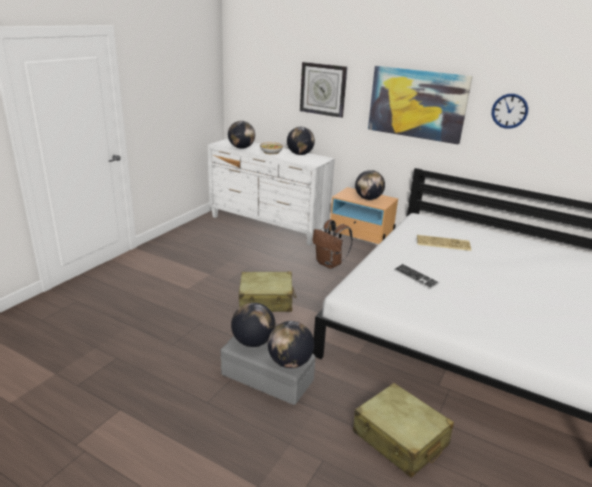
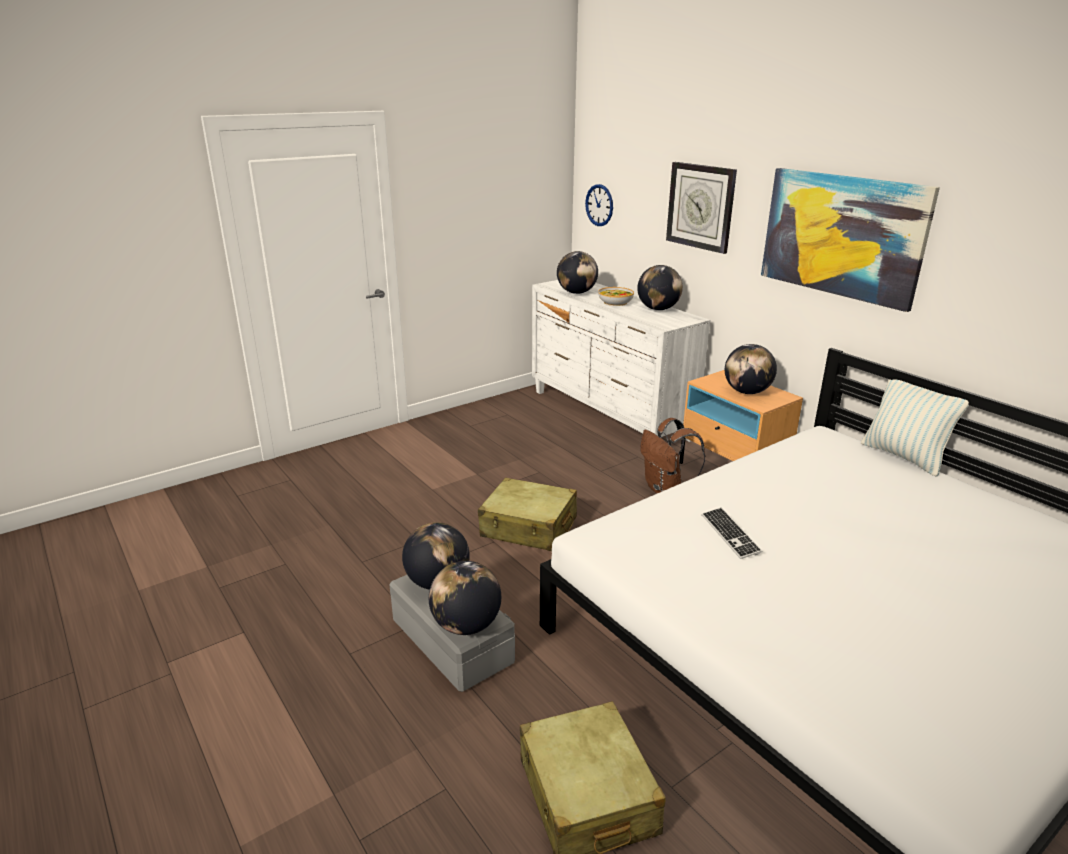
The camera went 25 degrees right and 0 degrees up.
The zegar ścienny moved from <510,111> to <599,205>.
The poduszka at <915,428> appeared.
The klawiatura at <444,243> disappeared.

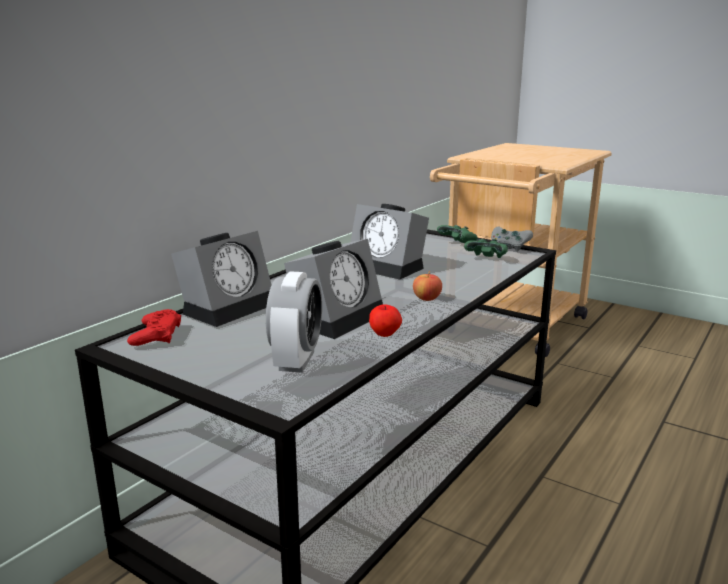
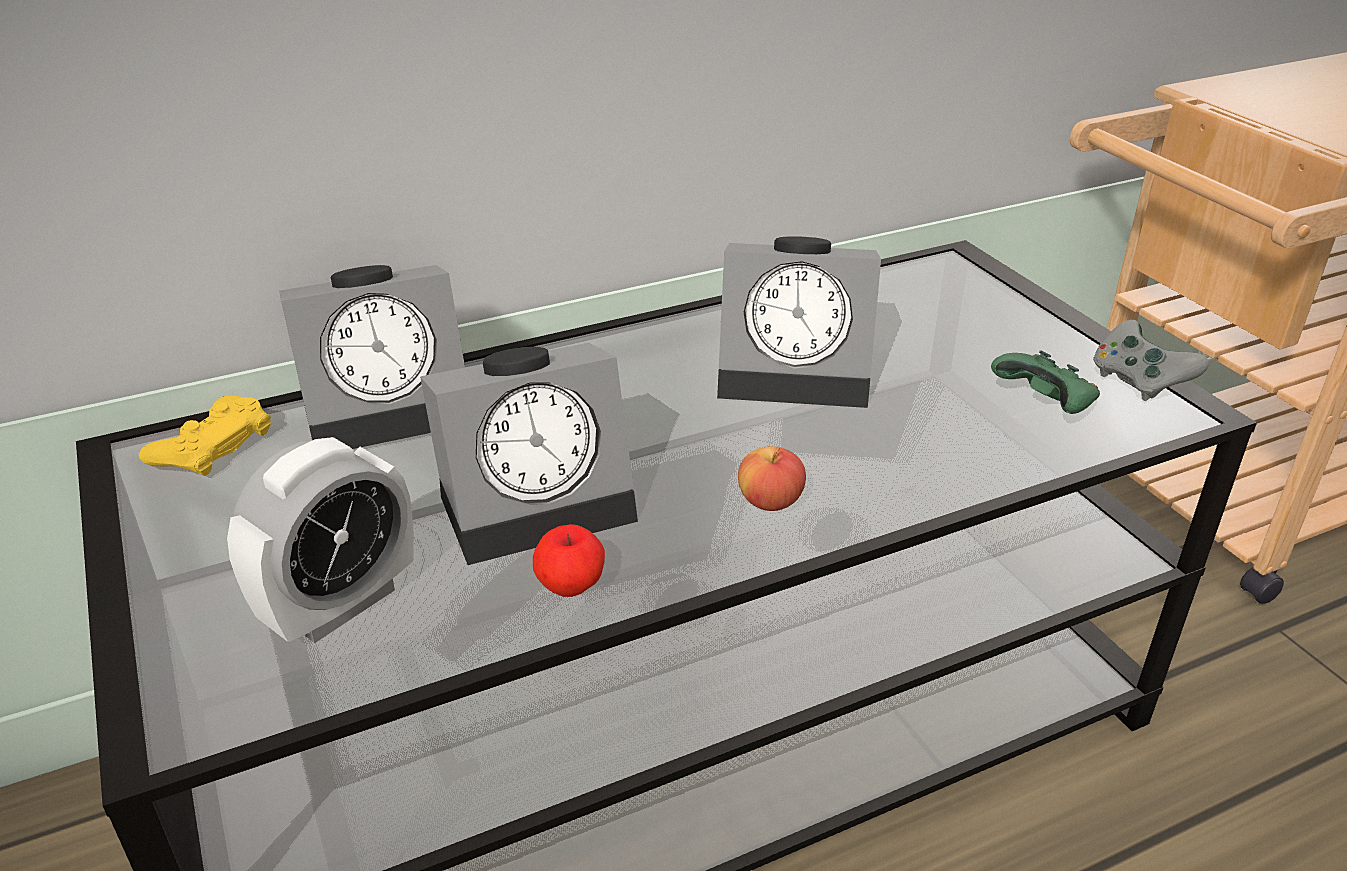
The camera went 30 degrees right and 15 degrees up.
The pad do gier [czerwony] at <154,327> became the pad do gier [żółty] at <205,435>.
The budzik at <390,242> turned 60 degrees counterclockwise.
The pad do gier [zielony] at <457,234> disappeared.

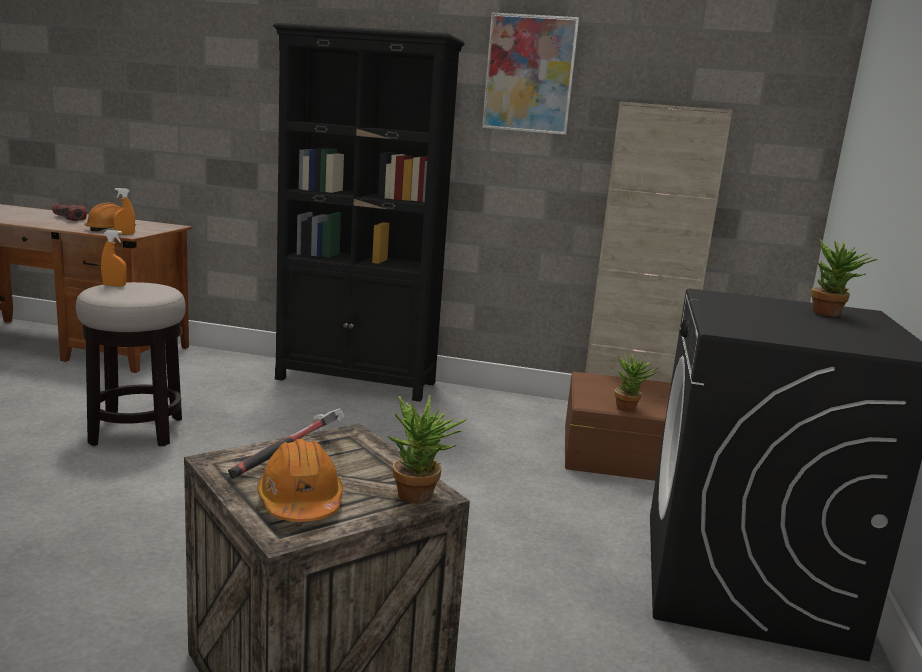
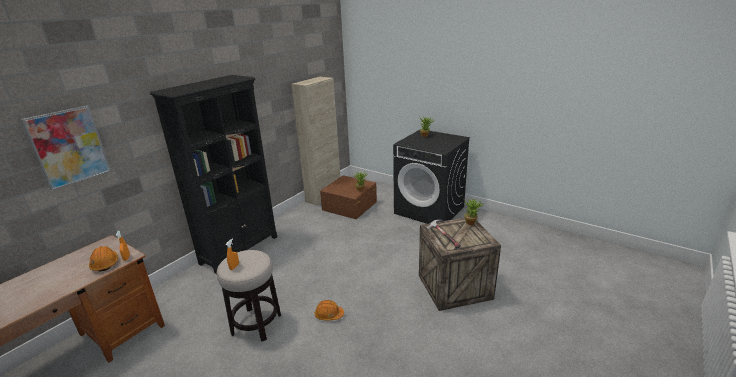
The camera went 65 degrees left and 10 degrees up.
The obraz moved from <530,74> to <66,148>.
The kask [pomarańczowy] moved from <300,480> to <329,310>.
The latarka at <69,212> disappeared.

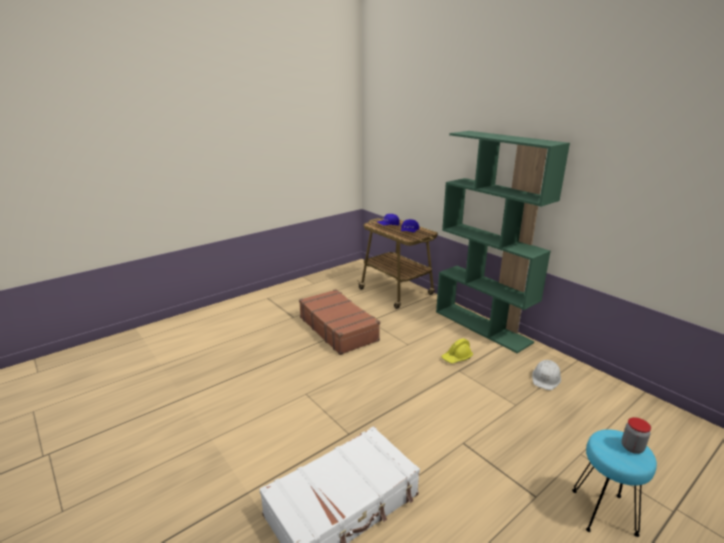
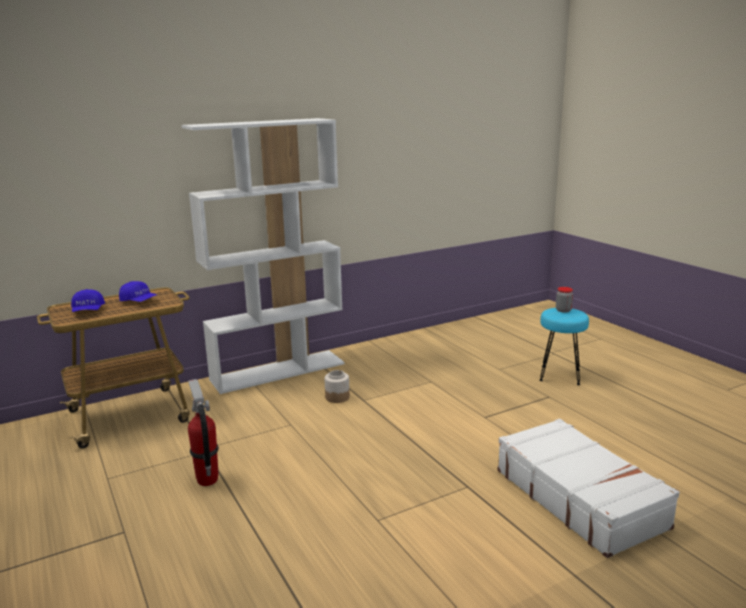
The camera went 80 degrees left and 5 degrees down.
The regał [zielony] at <503,242> became the regał [biały] at <262,256>.
The walizka [brązowy] at <339,322> was replaced by the gaśnica at <203,432>.
The kask [żółty] at <457,350> was replaced by the słoik at <337,386>.
The kask [biały] at <546,375> disappeared.

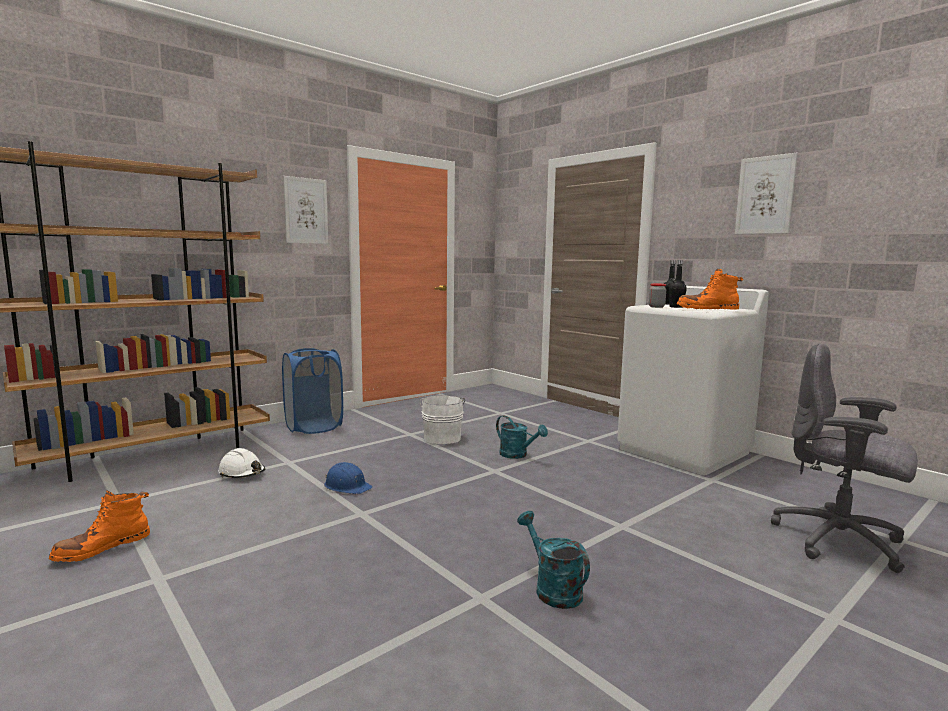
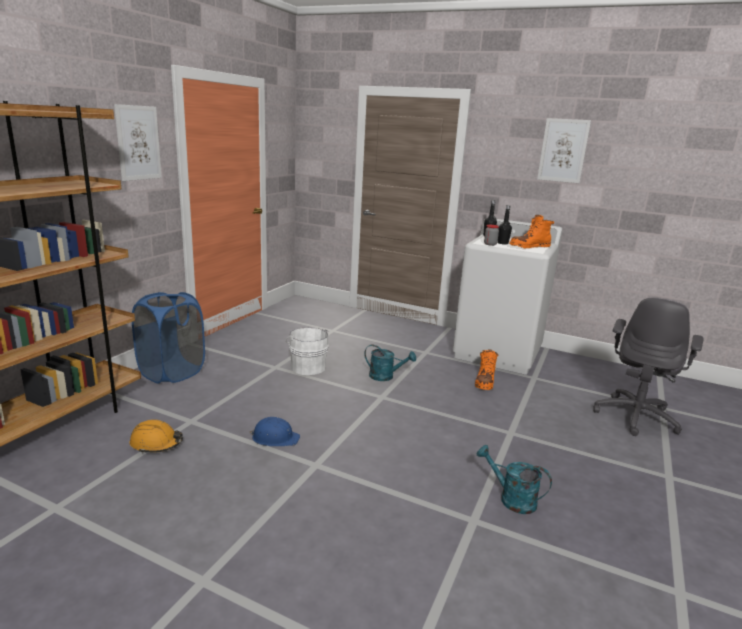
The camera went 25 degrees left and 10 degrees up.
The kask [biały] at <241,463> became the kask [pomarańczowy] at <156,437>.
The but z cholewką [pomarańczowy] moved from <99,526> to <486,369>.
The krzesło biurowe [szary] at <844,458> turned 75 degrees counterclockwise.

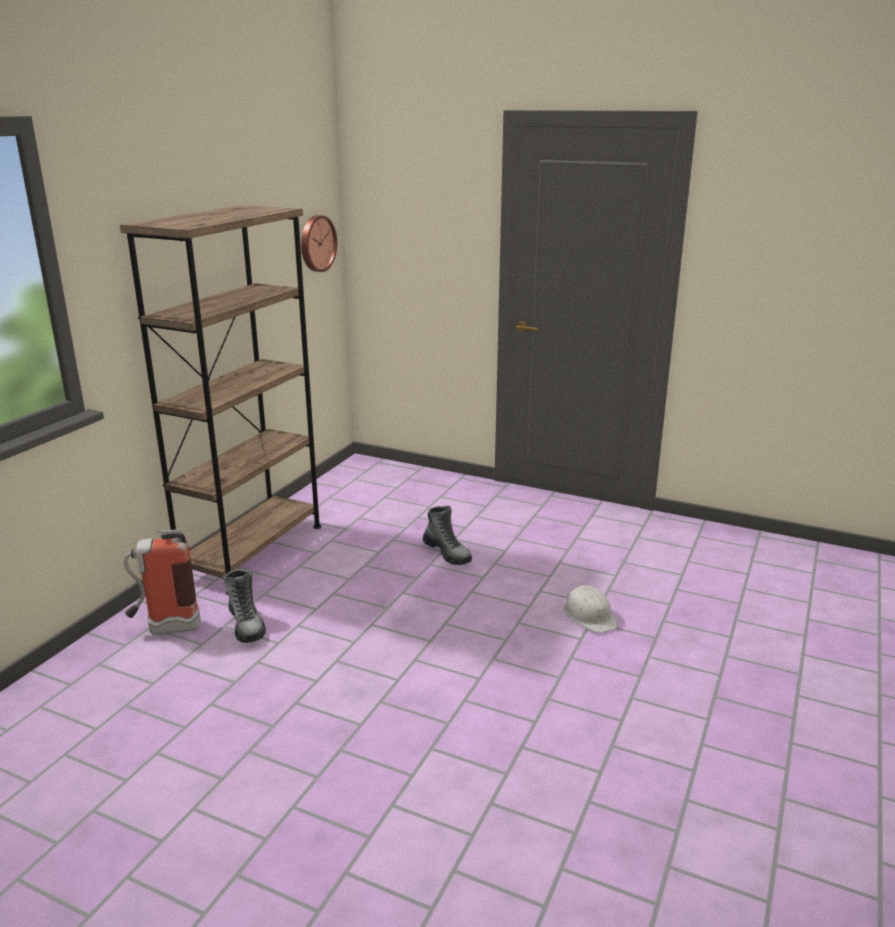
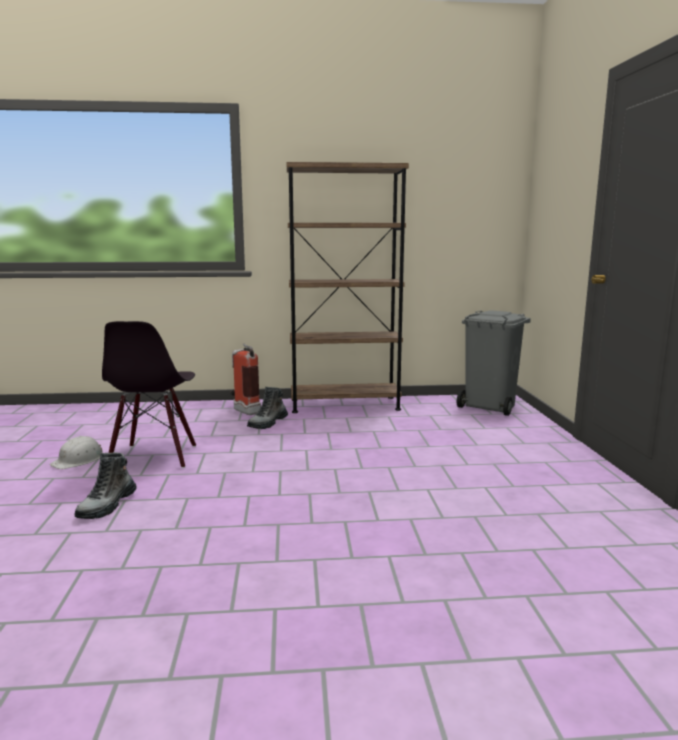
The camera went 60 degrees right and 10 degrees down.
The kask [biały] moved from <590,609> to <76,452>.
The but z cholewką moved from <447,535> to <105,485>.
The krzesło [czarny] at <149,394> appeared.
The kosz na śmieci [szary] at <494,363> appeared.
The zegar ścienny at <319,243> disappeared.

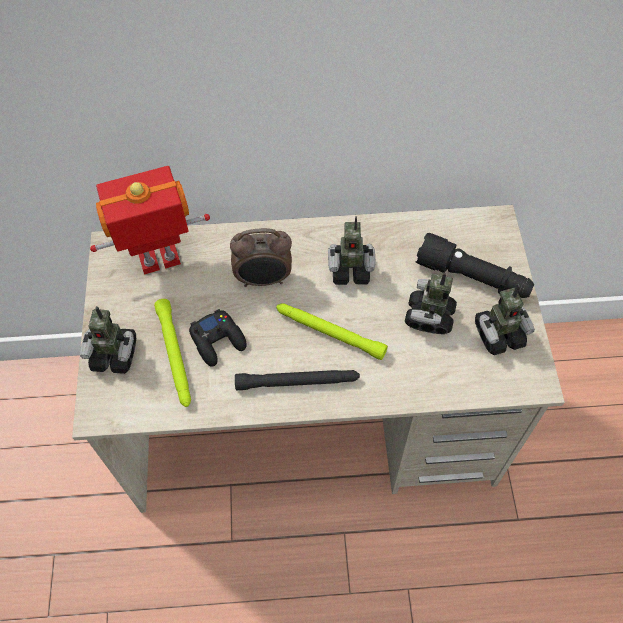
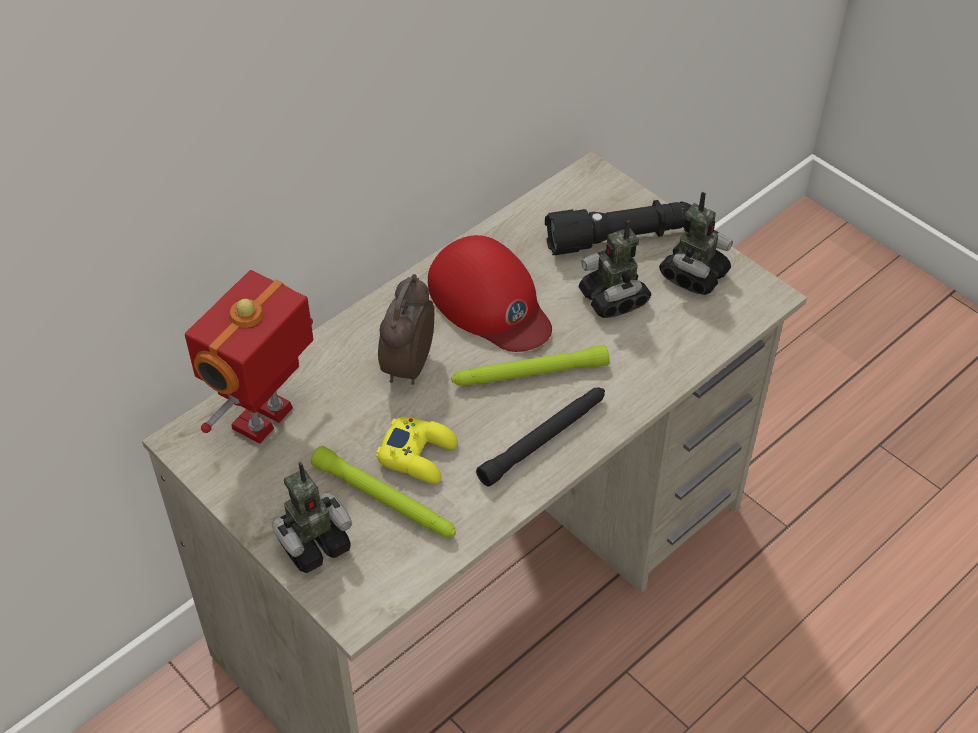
The camera went 40 degrees left and 10 degrees down.
The pad do gier [czarny] at <218,338> became the pad do gier [żółty] at <417,450>.
The budzik at <261,257> turned 150 degrees clockwise.
The robot zabawkowy at <352,250> was replaced by the czapka z daszkiem [czerwony] at <490,293>.

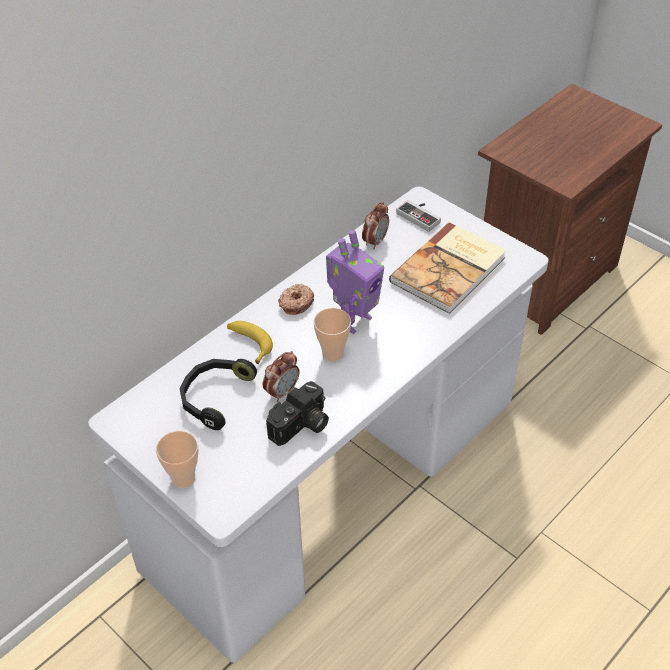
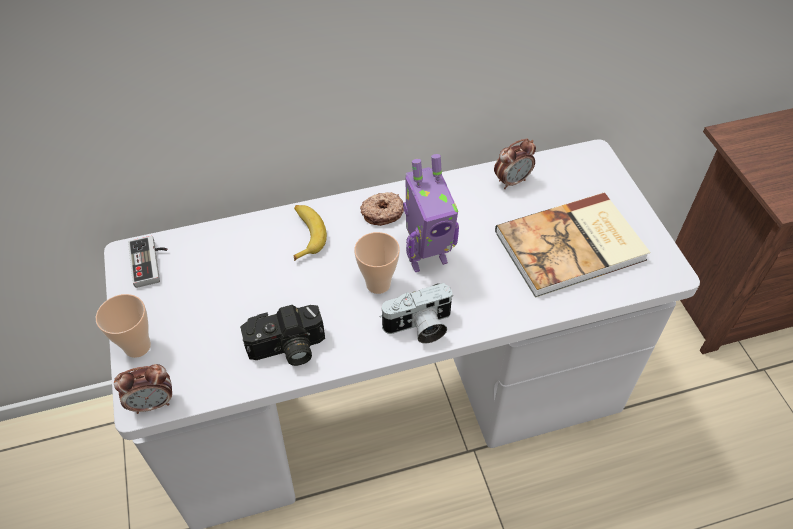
The camera went 30 degrees right and 5 degrees up.
The budzik moved from <281,376> to <143,389>.
The pad do gier moved from <418,216> to <147,262>.
The aparat fotograficzny at <416,313> appeared.
The słuchawki [czarny] at <218,394> disappeared.

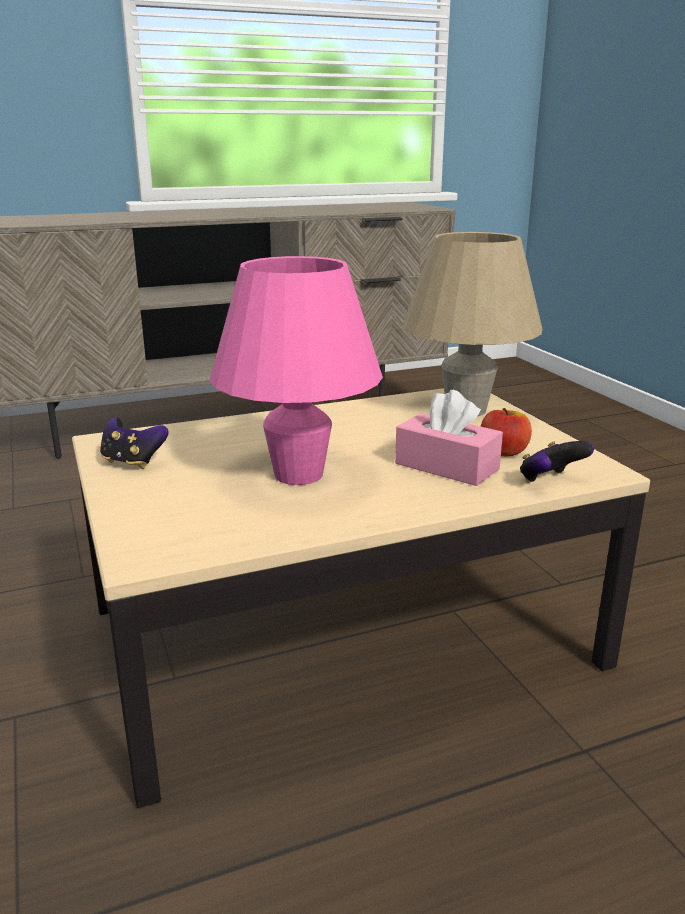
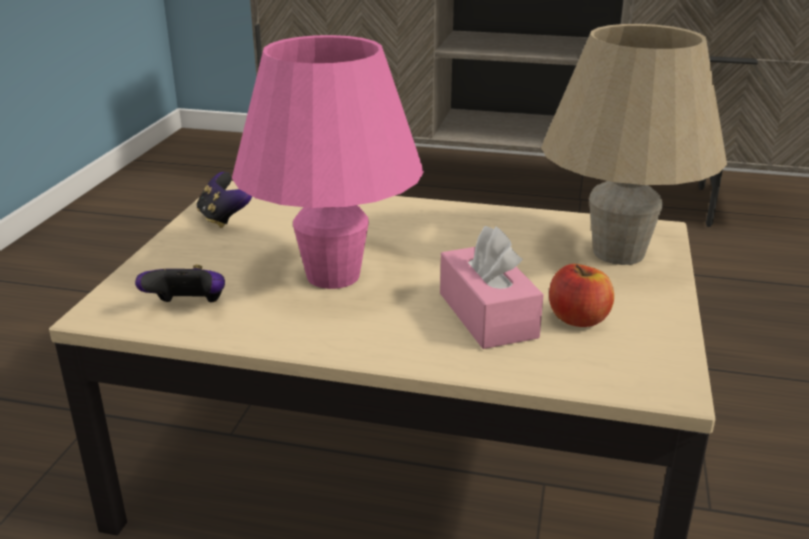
The camera went 35 degrees right and 5 degrees up.
The pad do gier moved from <557,462> to <180,283>.

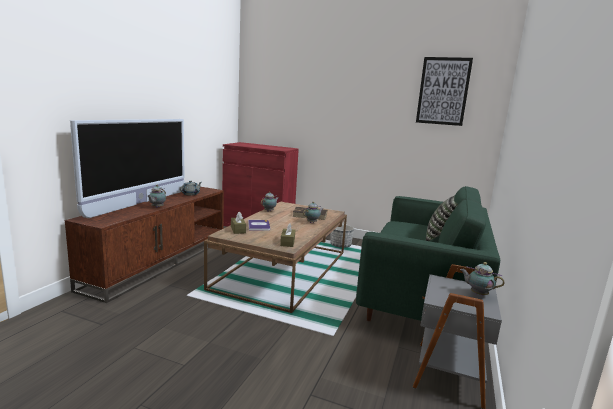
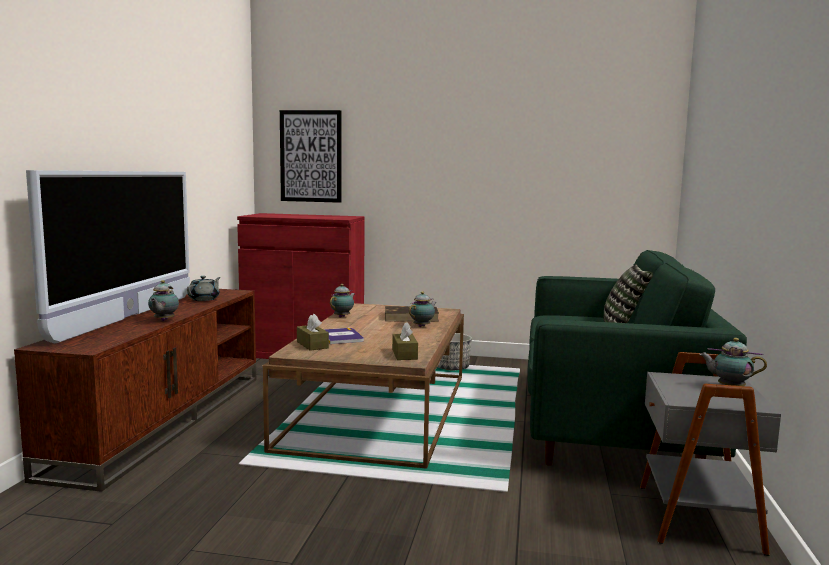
The camera went 10 degrees left and 5 degrees down.
The obraz moved from <444,91> to <310,156>.

